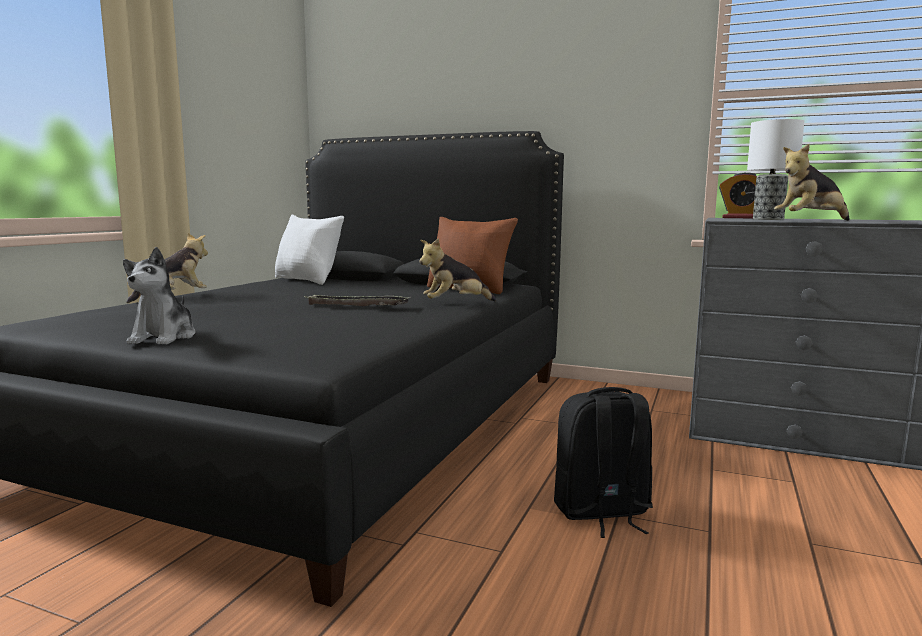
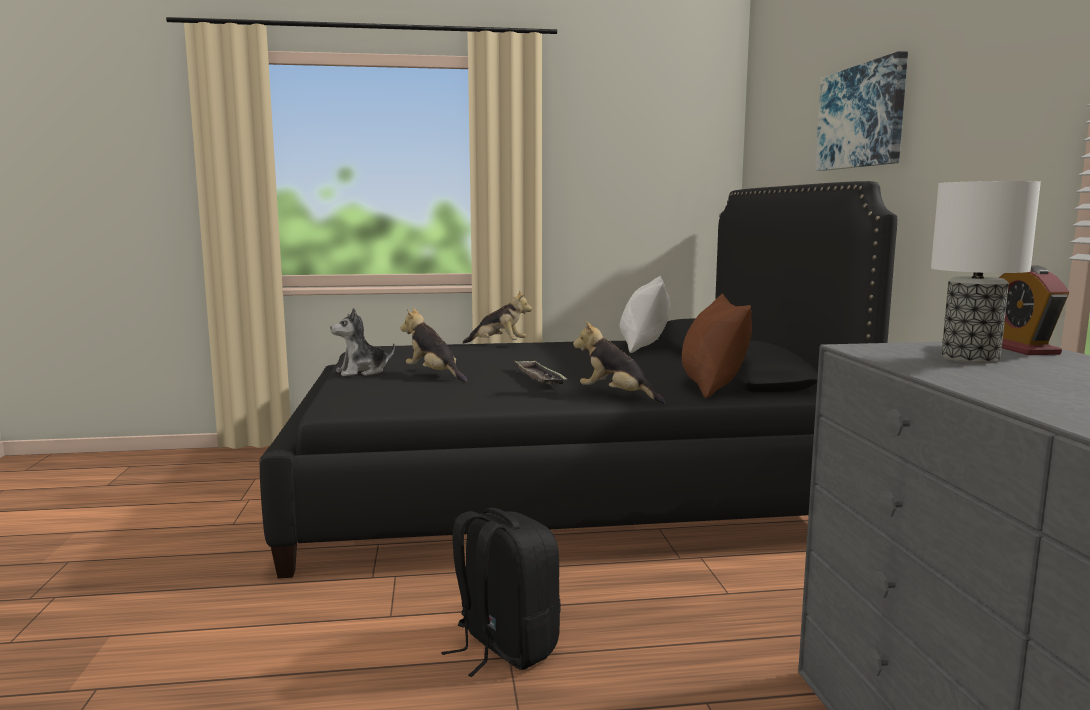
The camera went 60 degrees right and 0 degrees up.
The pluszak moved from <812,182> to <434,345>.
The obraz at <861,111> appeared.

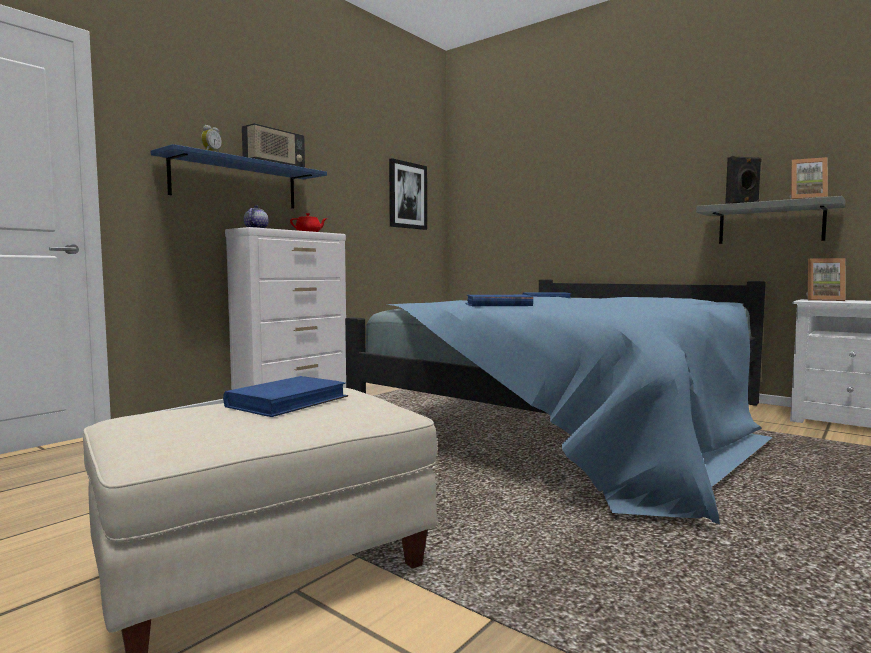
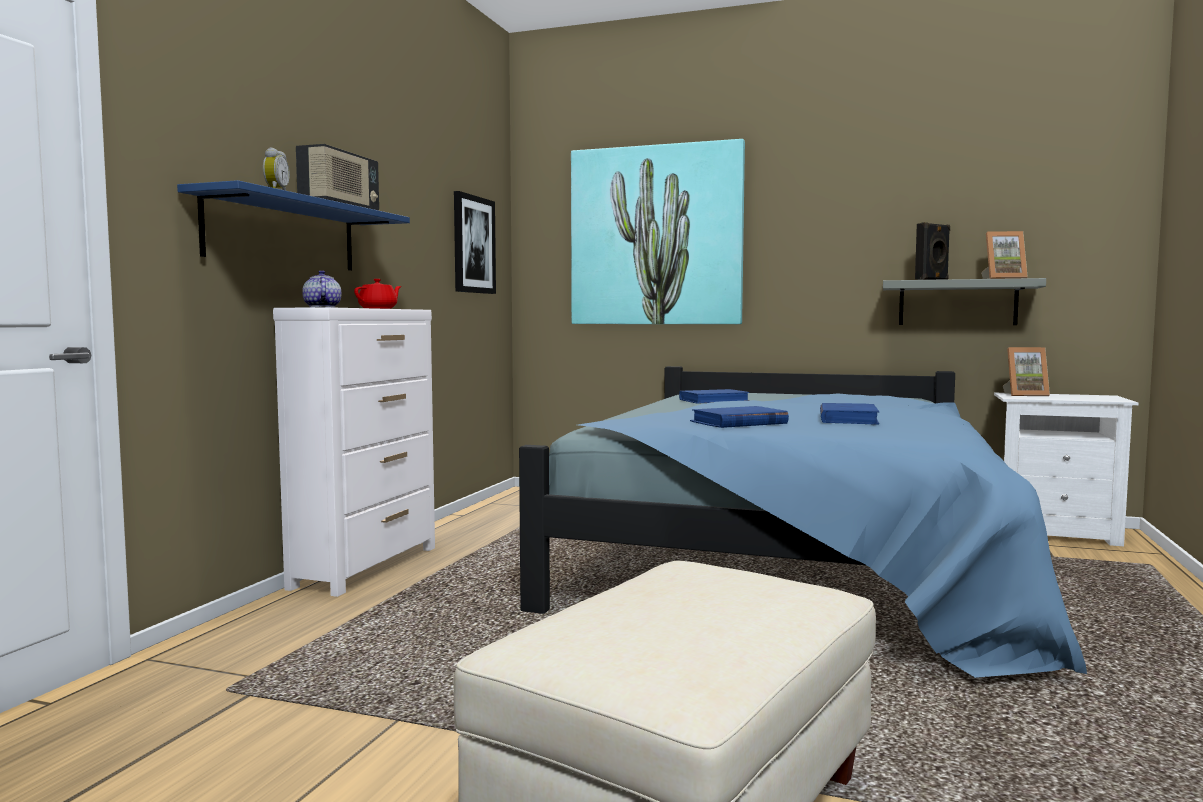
The camera went 20 degrees left and 0 degrees up.
The obraz at <658,231> appeared.
The książka [niebieski] moved from <285,396> to <849,413>.

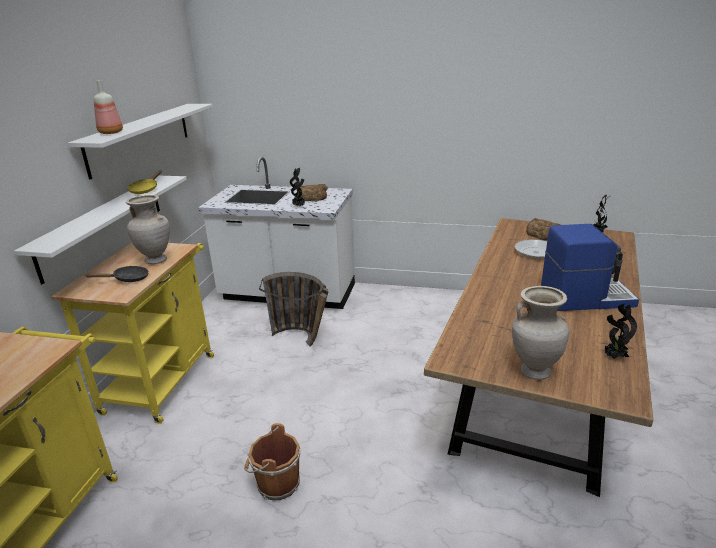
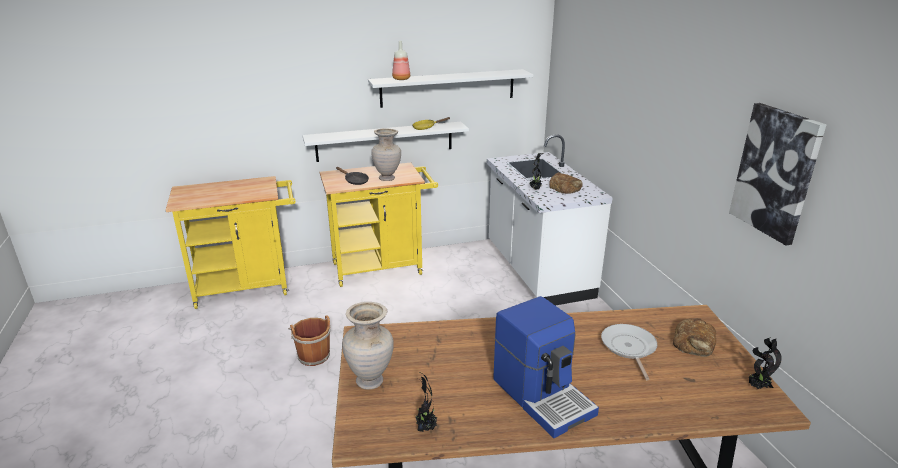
The camera went 60 degrees right and 0 degrees up.
The obraz at <777,174> appeared.
The koszyk at <293,309> disappeared.

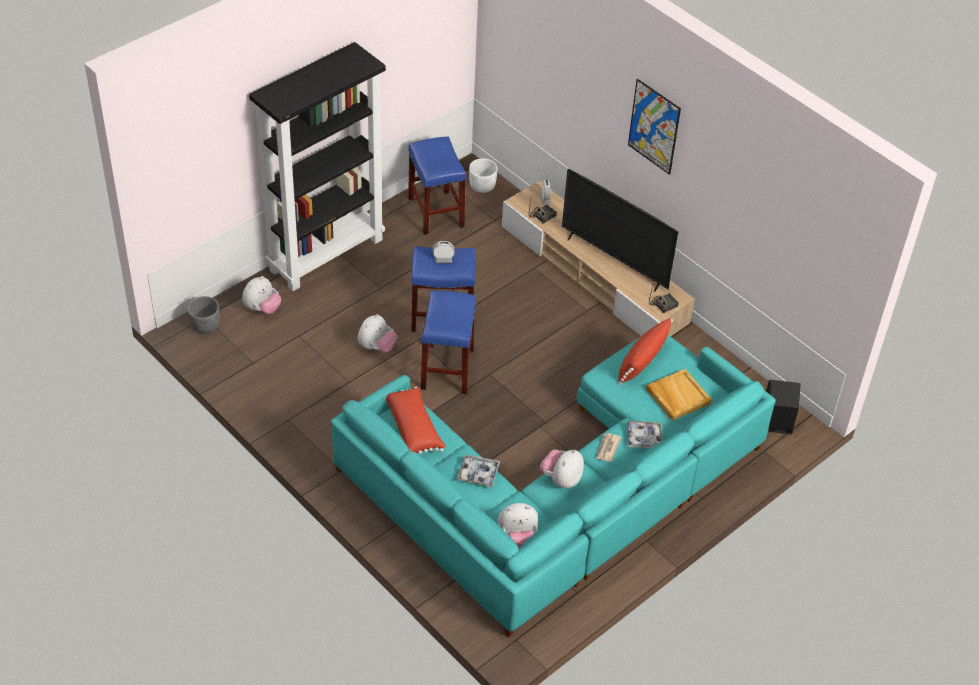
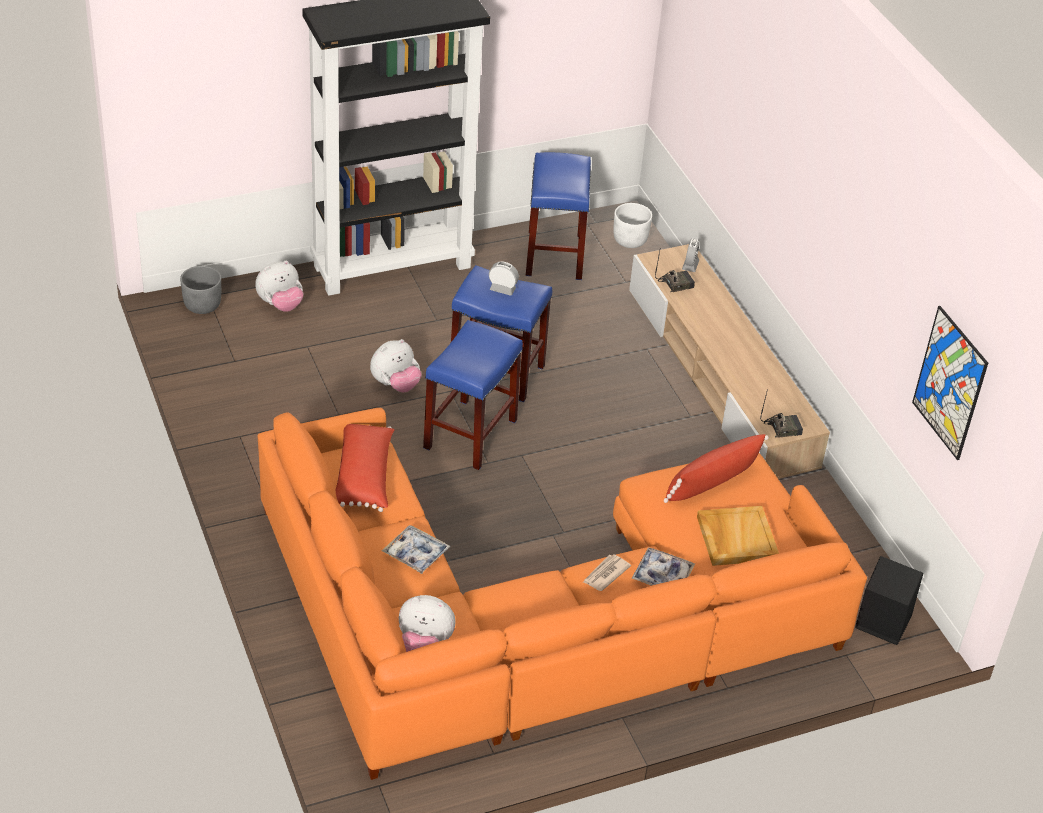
The camera went 20 degrees right and 5 degrees down.
The kanapa [turkusowy] at <553,486> became the kanapa [pomarańczowy] at <562,594>.
The obraz moved from <654,127> to <950,383>.
The pluszak at <562,469> disappeared.
The telewizor at <620,230> disappeared.

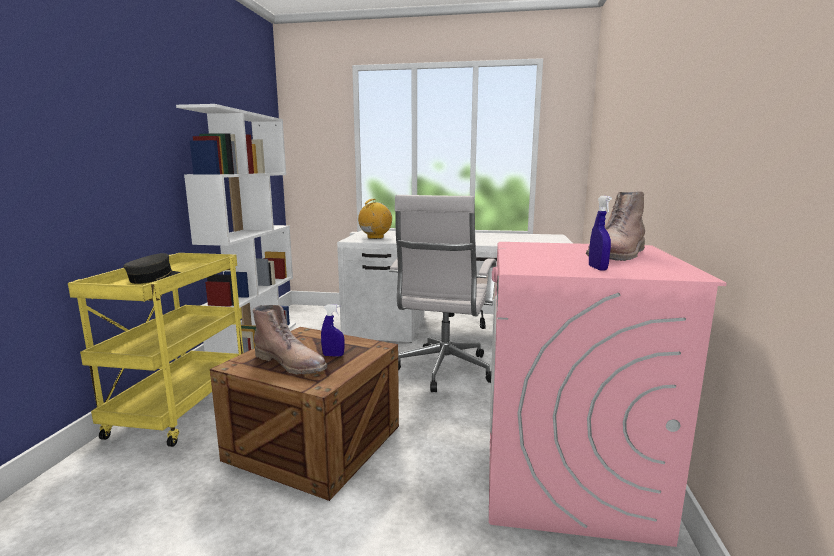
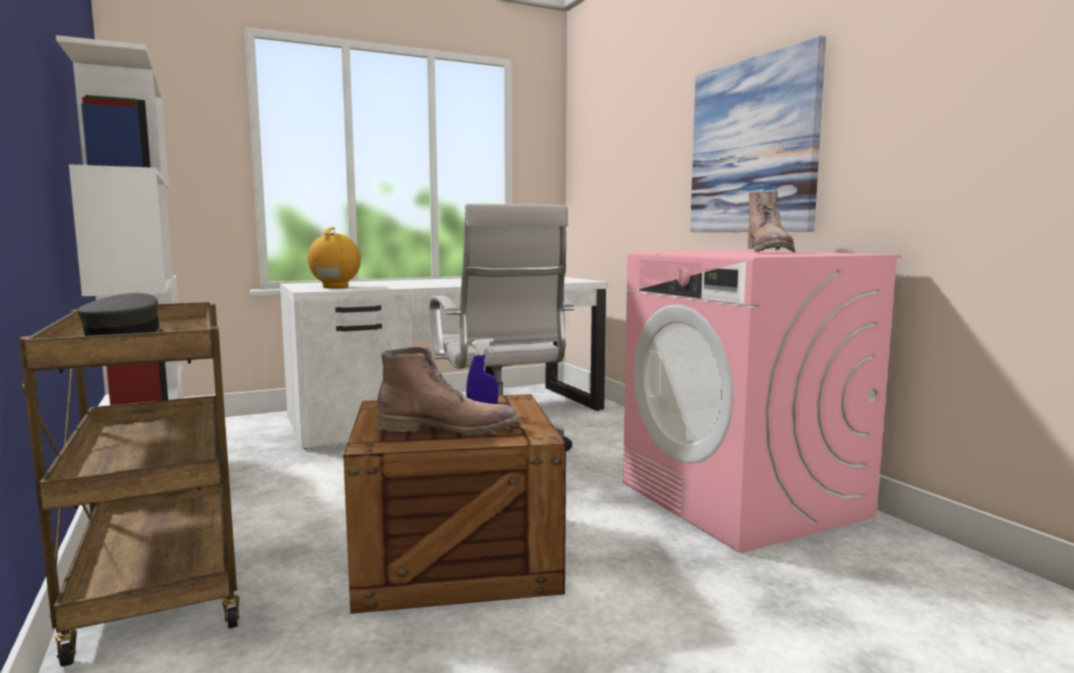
The camera went 35 degrees left and 5 degrees down.
The wózek [żółty] at <156,350> became the wózek [brązowy] at <129,484>.
The obraz at <758,133> appeared.
The spryskiwacz [niebieski] at <600,233> disappeared.

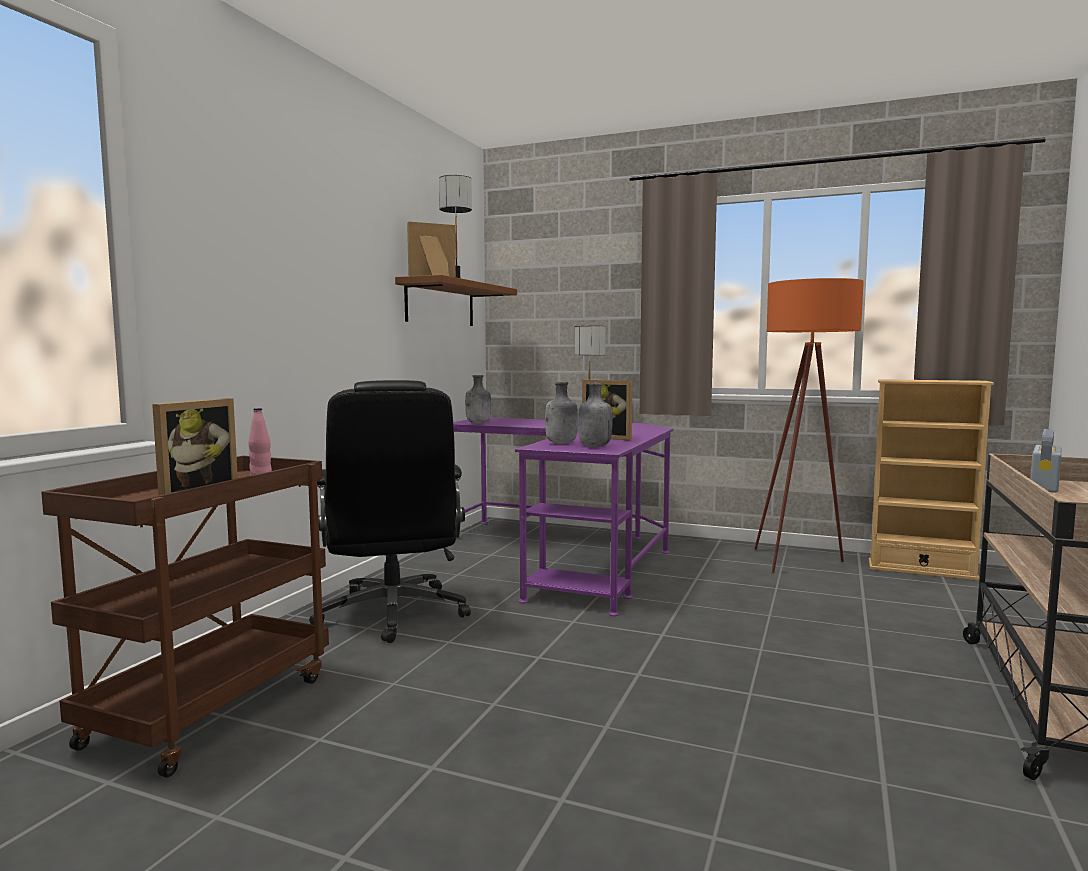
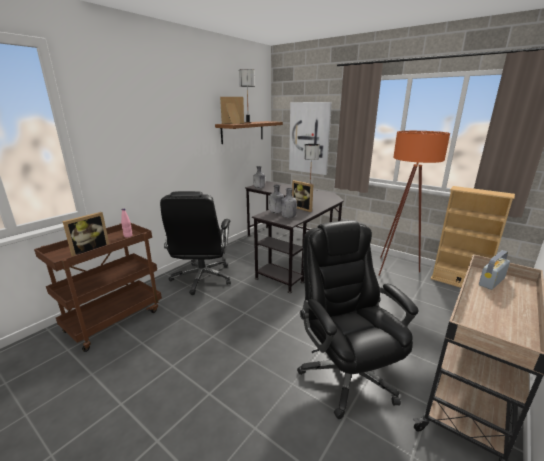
The camera went 15 degrees right and 15 degrees up.
The biurko [fioletowy] at <563,516> became the biurko [czarny] at <294,237>.
The obraz at <310,138> appeared.
The krzesło biurowe [czarny] at <358,319> appeared.

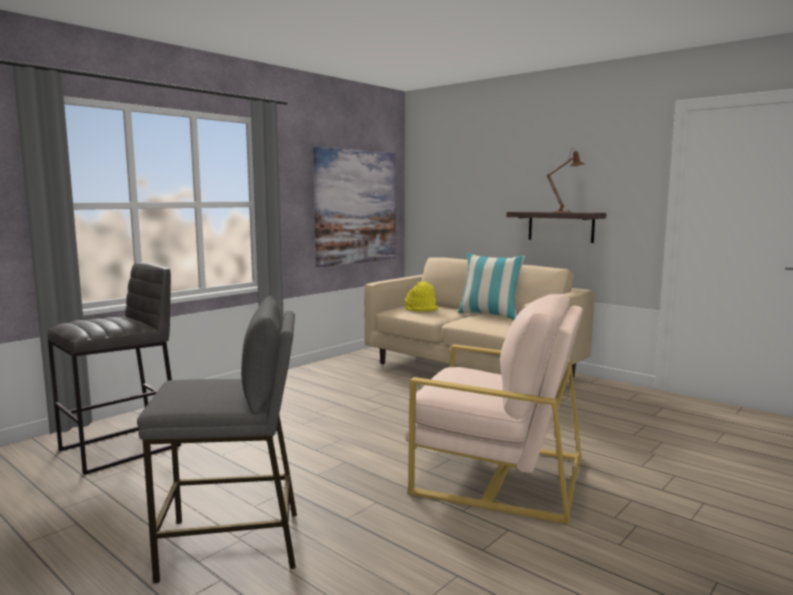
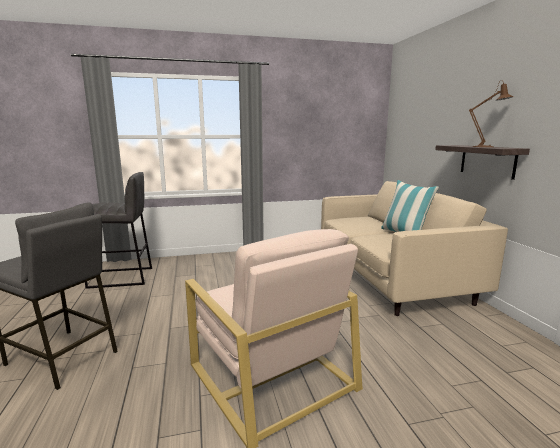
The camera went 35 degrees right and 5 degrees up.
The obraz at <354,207> disappeared.
The kapelusz [żółty] at <421,296> disappeared.

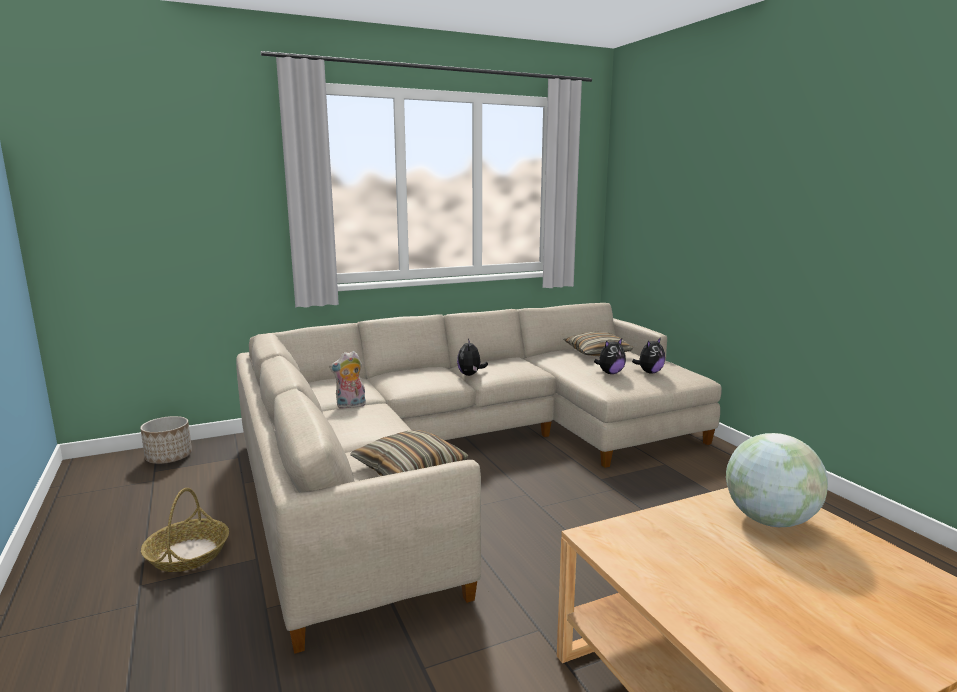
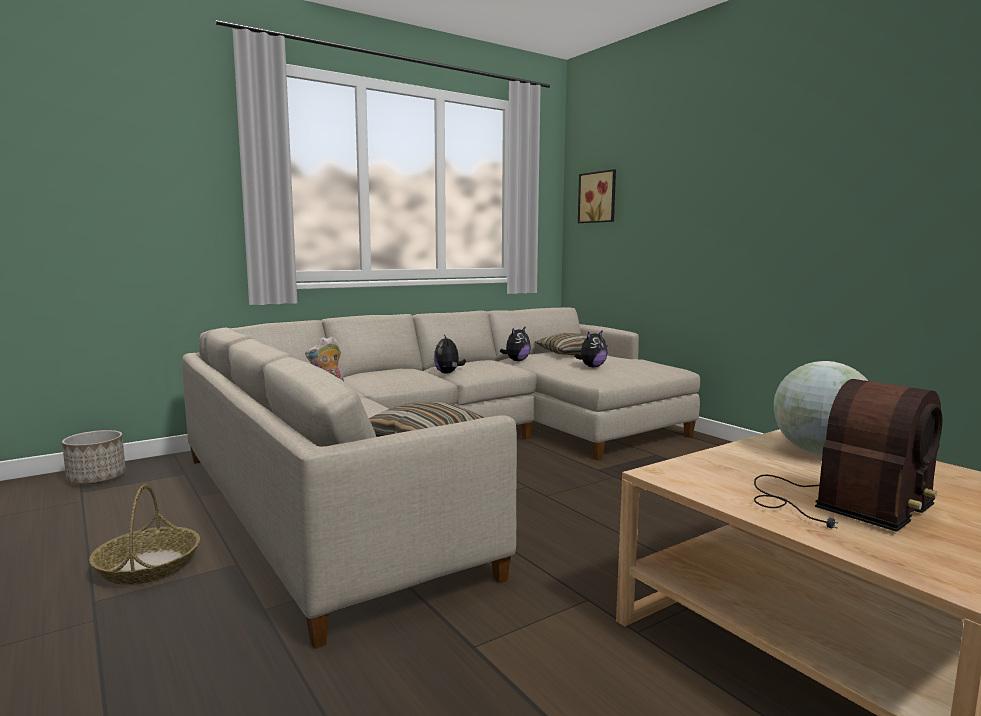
The camera went 10 degrees left and 5 degrees down.
The pluszak moved from <648,355> to <515,343>.
The obraz at <597,196> appeared.
The radio at <848,455> appeared.

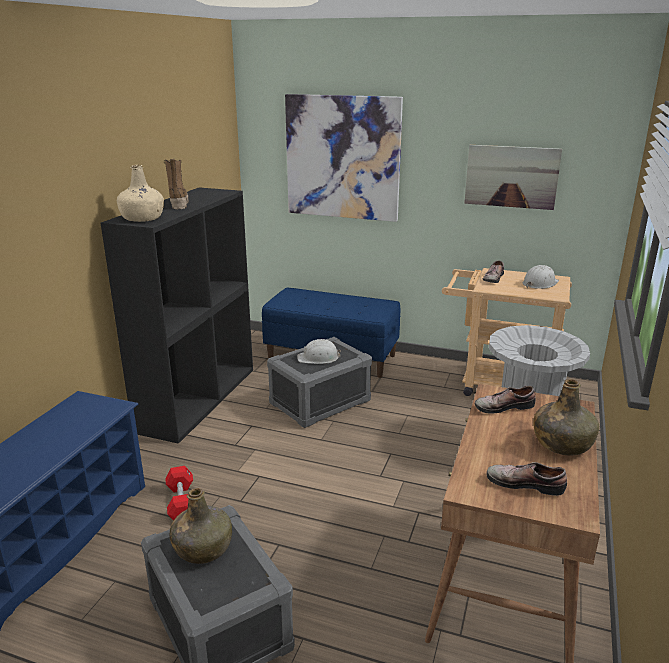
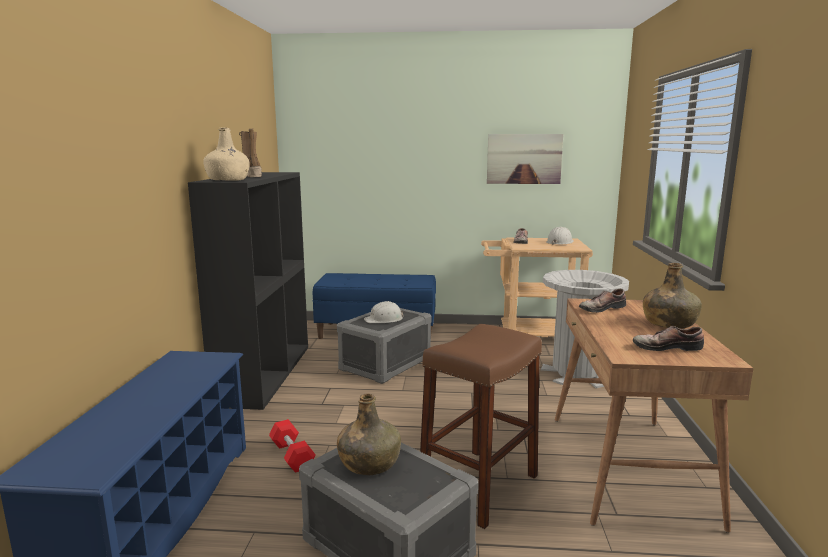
The camera went 15 degrees left and 10 degrees down.
The stołek [brązowy] at <481,426> appeared.
The obraz at <344,158> disappeared.

